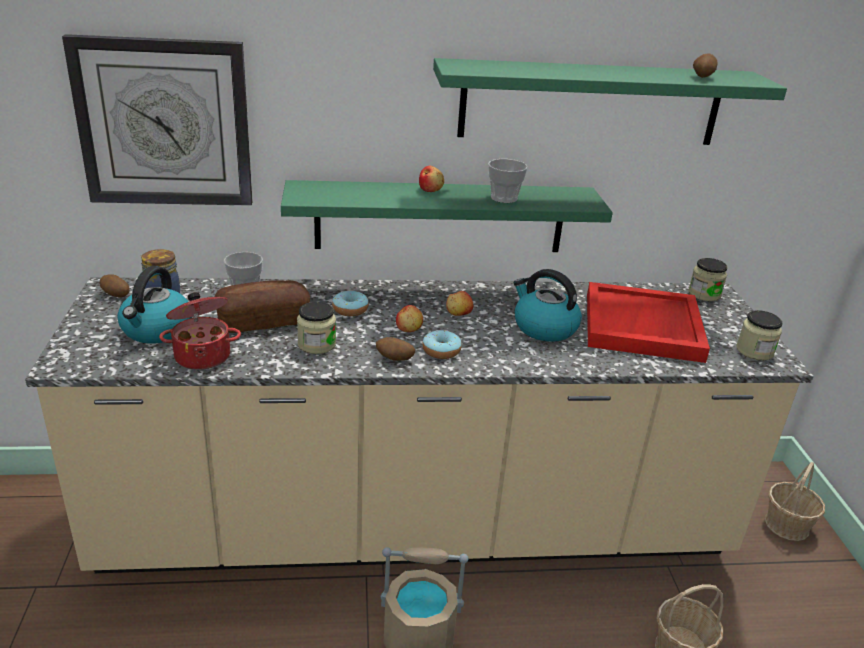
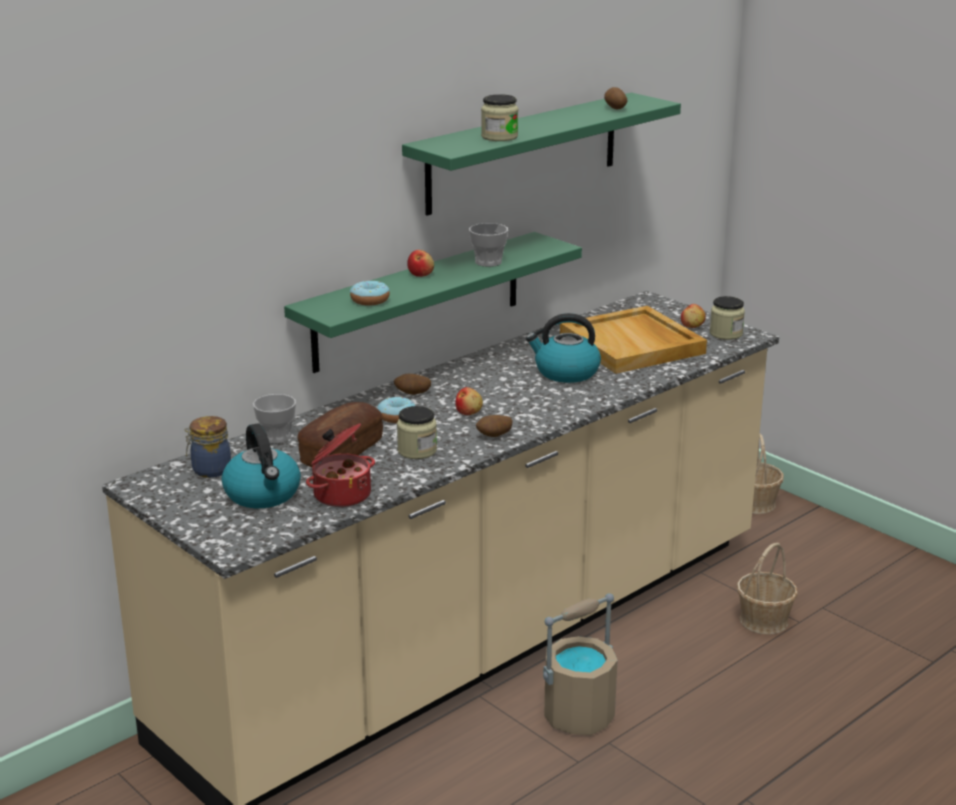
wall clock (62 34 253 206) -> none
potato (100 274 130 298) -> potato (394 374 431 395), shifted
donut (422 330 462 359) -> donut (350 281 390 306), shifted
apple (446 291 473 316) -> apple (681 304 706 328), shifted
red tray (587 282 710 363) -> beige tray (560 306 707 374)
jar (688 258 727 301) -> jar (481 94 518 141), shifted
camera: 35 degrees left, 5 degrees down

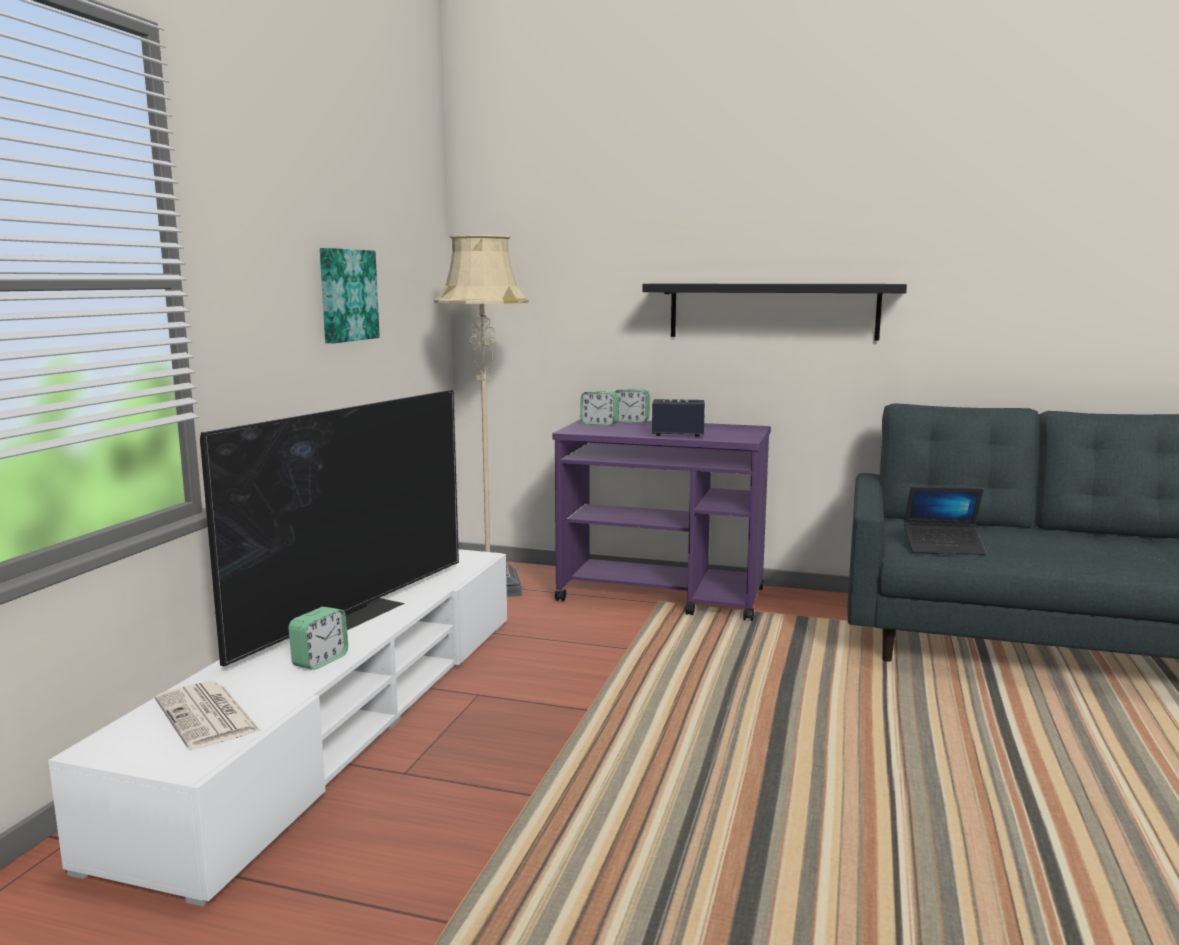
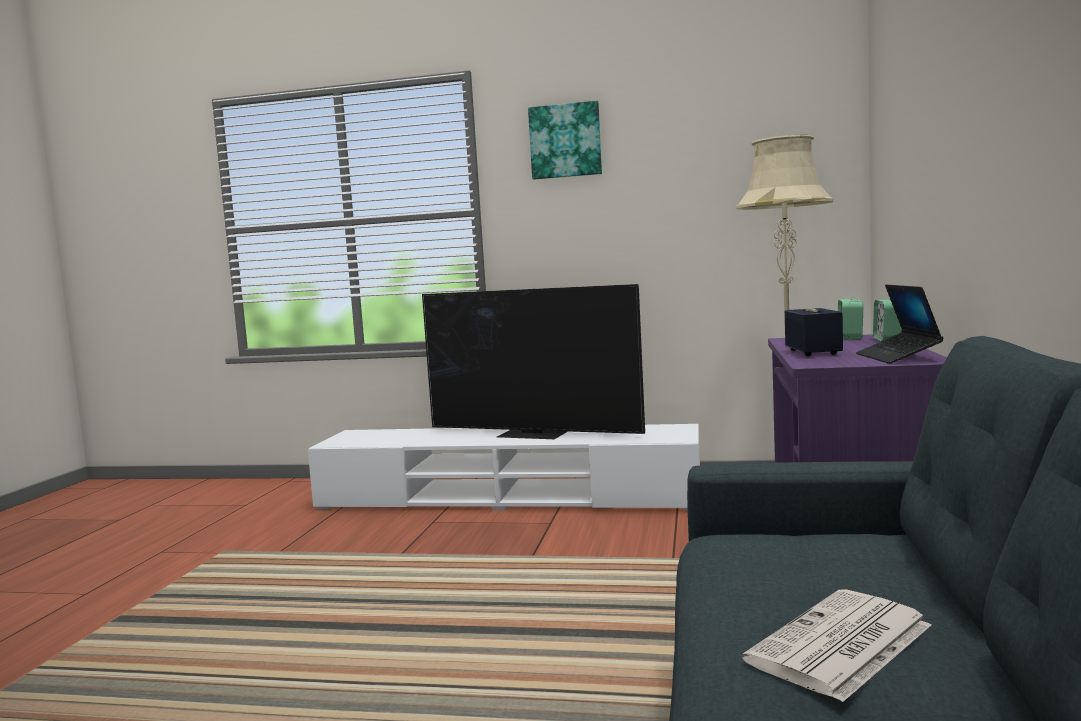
newspaper (155 681 261 750) -> newspaper (742 589 931 702), shifted
alarm clock (288 607 348 670) -> none
picture (320 248 380 343) -> picture (528 101 602 179), shifted
black shelf (642 284 907 341) -> none
laptop (904 487 986 555) -> laptop (856 285 943 364), shifted
camera: 85 degrees right, 5 degrees down

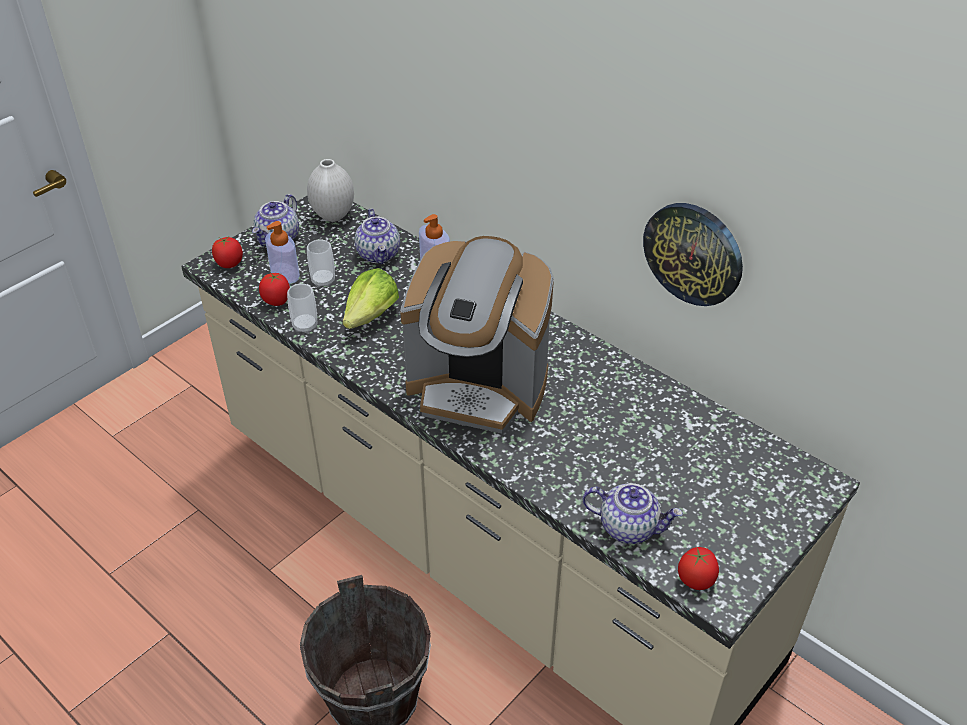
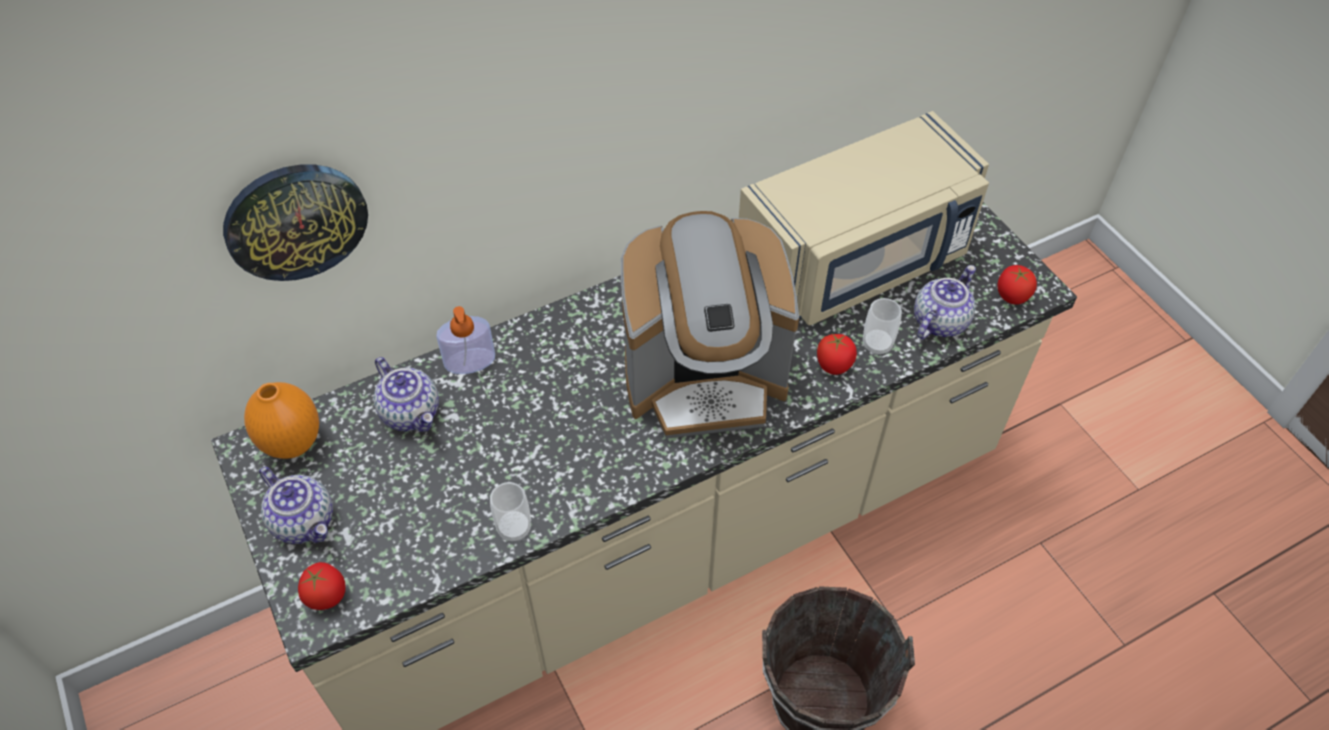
tomato (259 273 290 306) -> tomato (817 333 857 375), shifted
soap dispenser (265 221 300 283) -> none
white vase (307 159 354 222) -> orange vase (244 382 319 459)
cup (307 239 335 287) -> cup (863 298 902 355), shifted
lettuce (342 268 399 329) -> none
teapot (355 209 400 264) -> teapot (374 357 439 432), 45 degrees clockwise
coffee machine (400 236 554 433) -> coffee machine (621 211 799 439), 45 degrees clockwise
wall clock (643 203 743 306) -> wall clock (223 165 368 281), shifted
none -> beige microwave (739 111 989 325)
camera: 70 degrees left, 10 degrees up

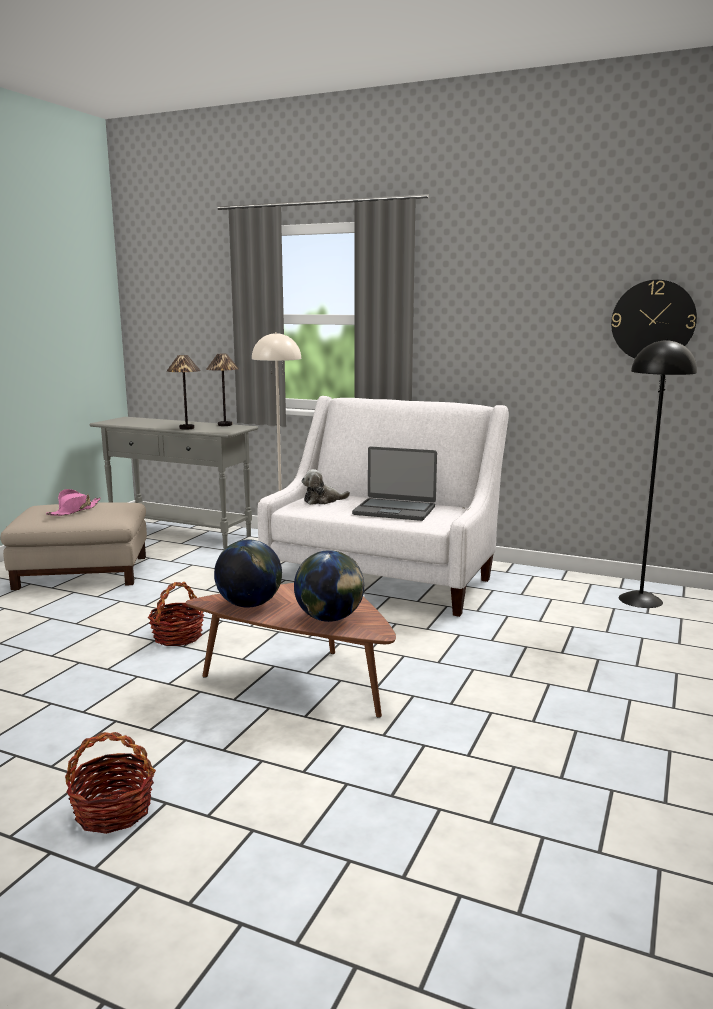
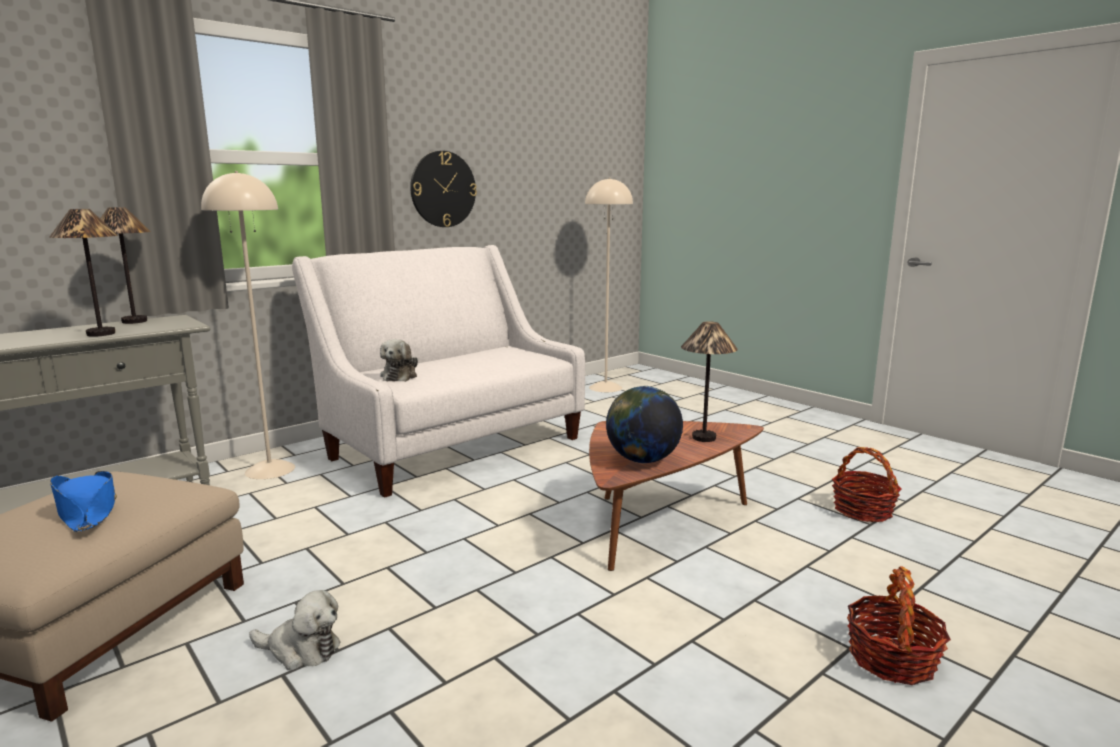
pink hat (46 489 101 516) -> blue hat (50 471 117 532)
basket (148 582 204 646) -> basket (832 447 902 522), shifted
globe (294 550 364 622) -> table lamp (681 322 738 442)
laptop (352 447 437 521) -> none
wall clock (611 280 697 358) -> wall clock (410 151 477 227), shifted
black floor lamp (619 339 697 608) -> beige floor lamp (585 178 633 392)
none -> plush toy (249 590 341 671)
camera: 65 degrees left, 0 degrees up

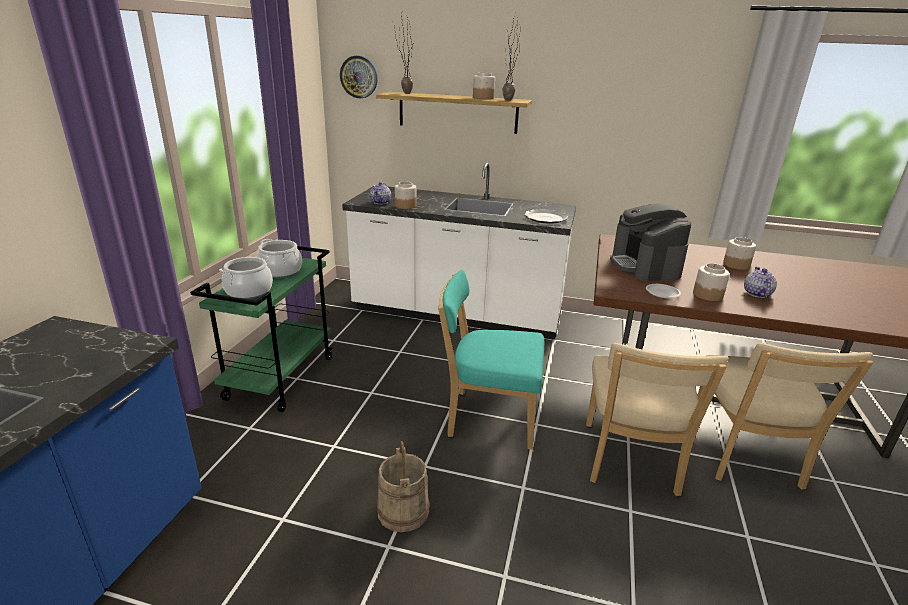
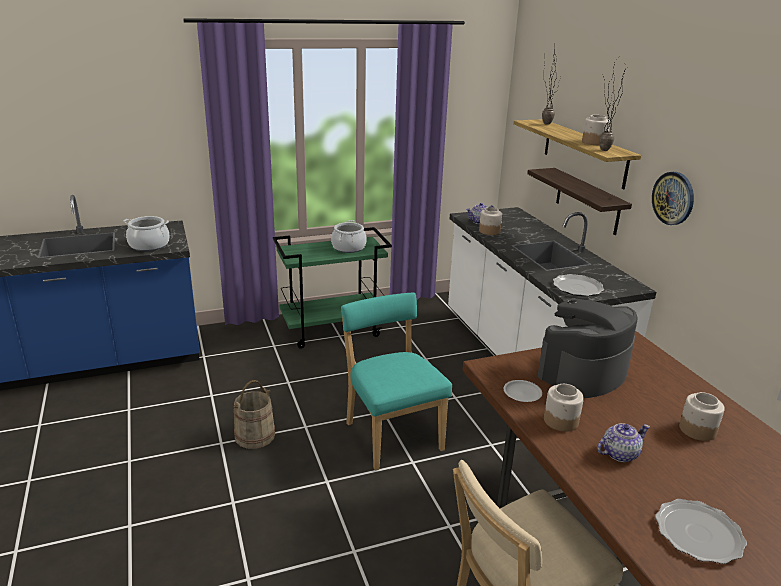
cooking pot (219 255 273 299) -> cooking pot (123 216 169 251), shifted
wall clock (340 56 378 98) -> wall clock (652 172 694 225), shifted
beige chair (586 343 729 496) -> none
none -> shelf (527 168 632 235)
none -> plate (655 499 747 564)
camera: 55 degrees right, 0 degrees up

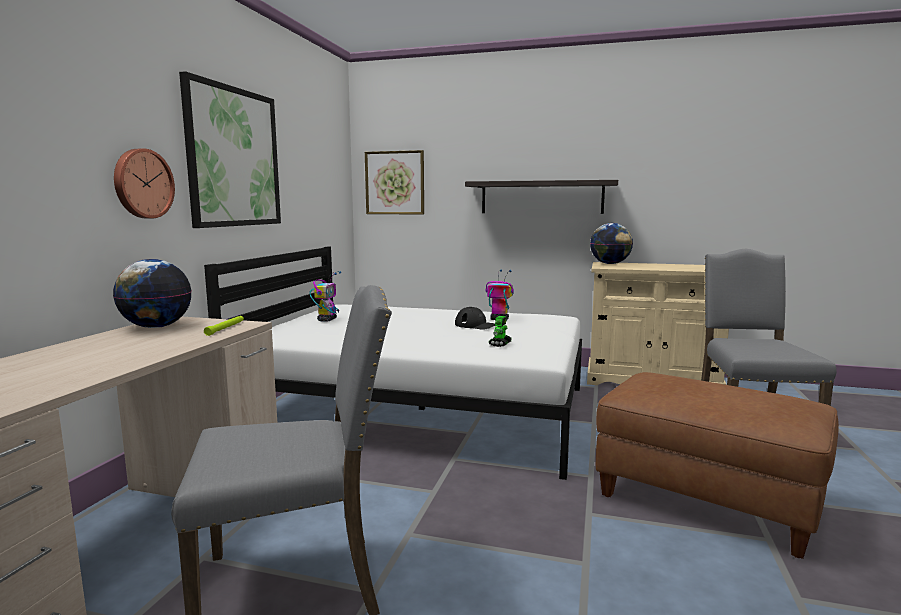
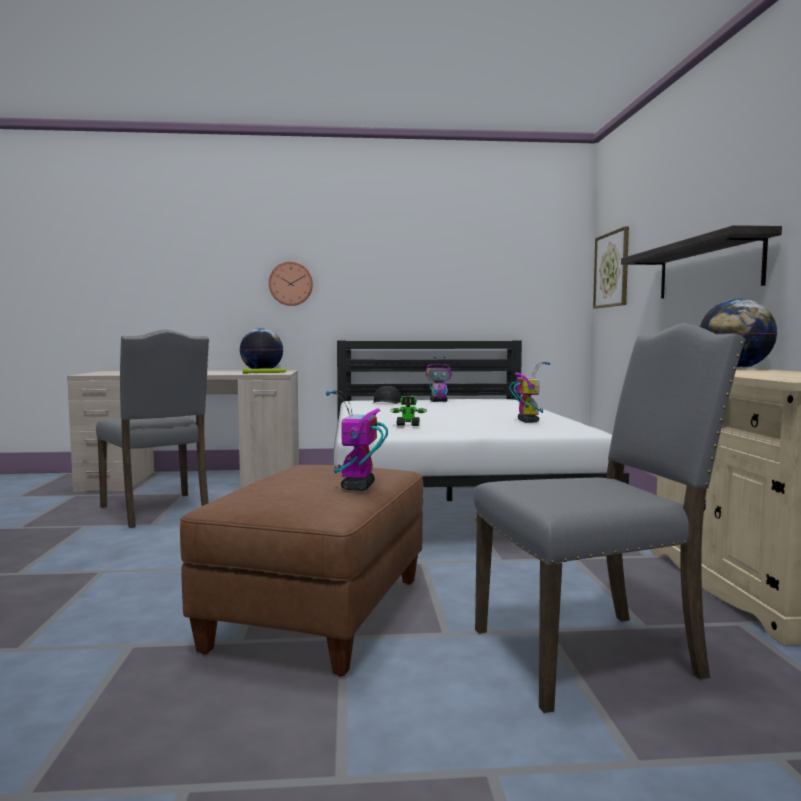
picture (179 71 281 228) -> none
black cap (455 307 495 330) -> black cap (372 385 402 404), shifted
none -> toy robot (326 390 388 491)
camera: 70 degrees right, 5 degrees down

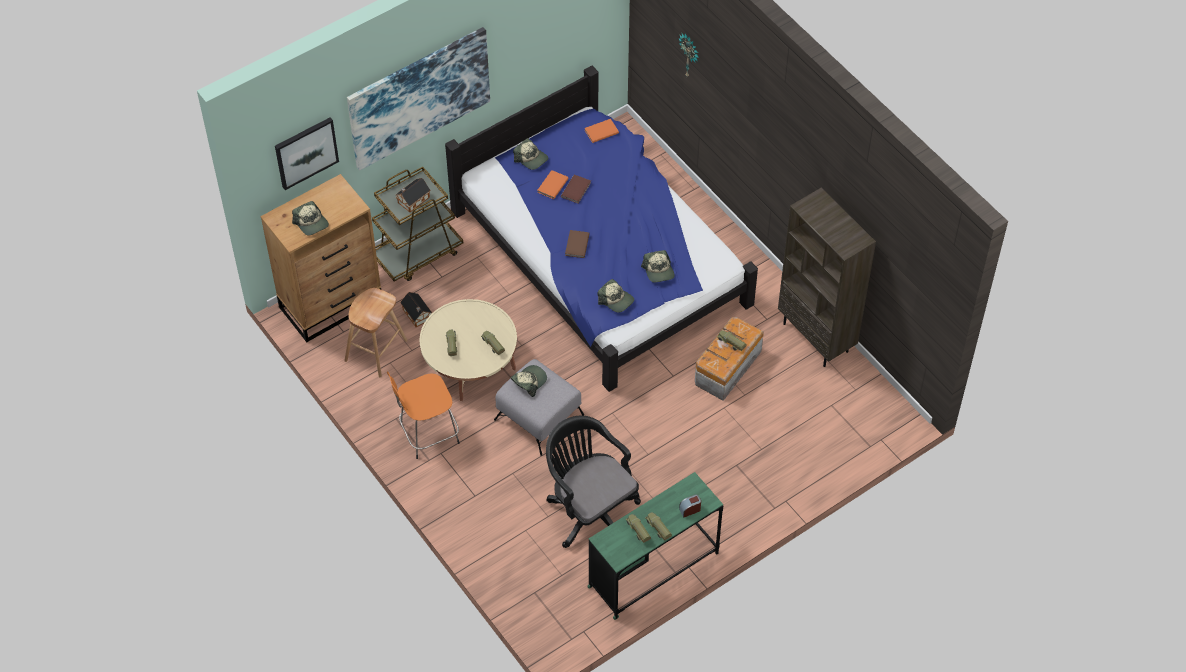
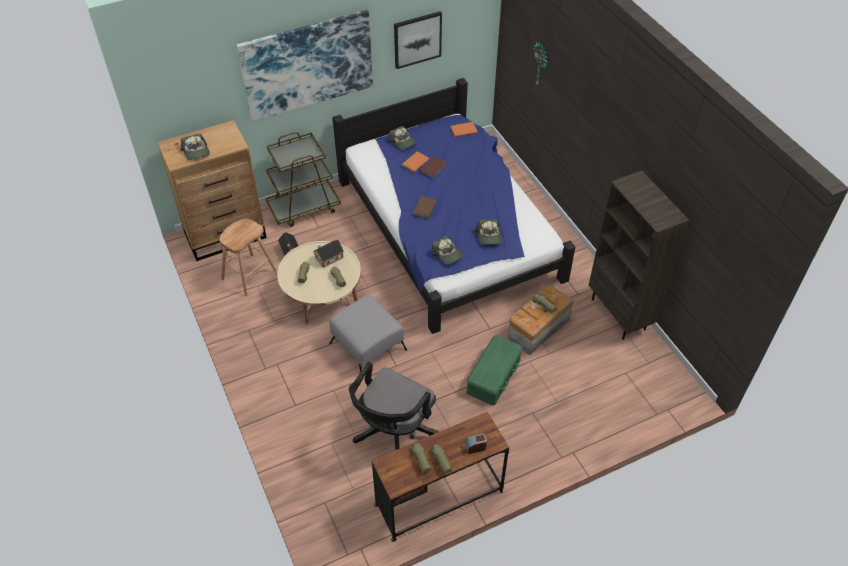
picture (275 117 339 190) -> picture (394 12 442 69), shifted
orange stool (387 372 460 459) -> none
toy house (396 178 431 212) -> toy house (314 240 344 268), shifted
cap (511 365 547 397) -> none
black office chair (546 416 641 548) -> black office chair (349 362 439 450), 120 degrees counterclockwise
green desk (587 472 723 620) -> brown desk (371 412 509 542)
none -> green storage box (466 336 522 405)
camera: 10 degrees right, 5 degrees down

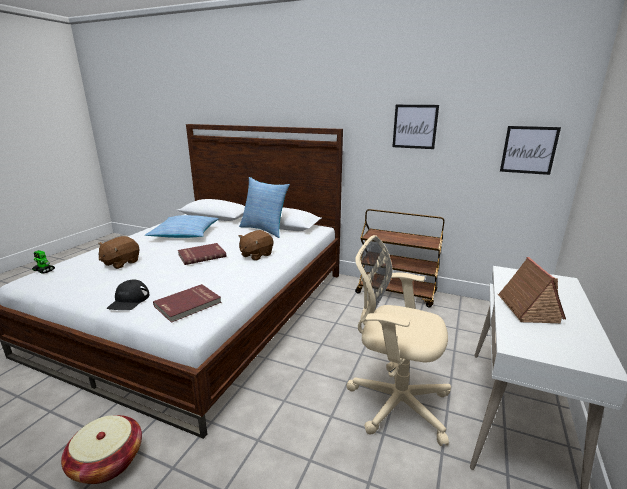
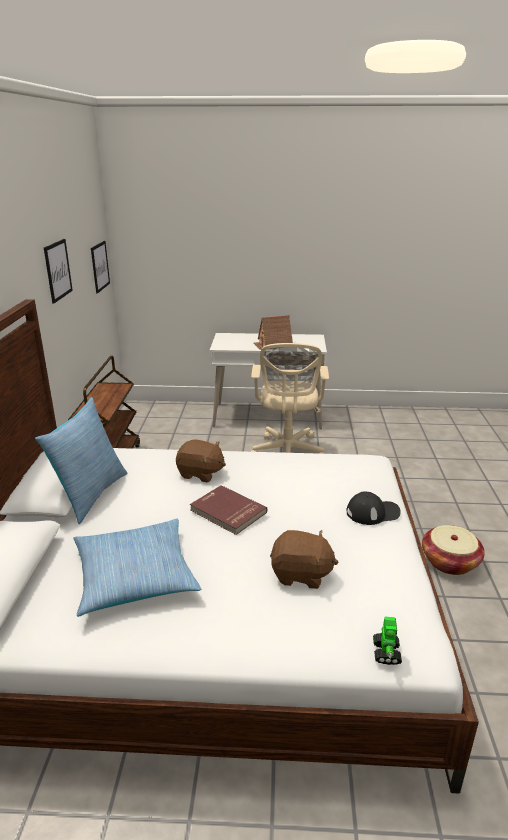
red book (153 284 222 323) -> none
camera: 110 degrees left, 5 degrees up

